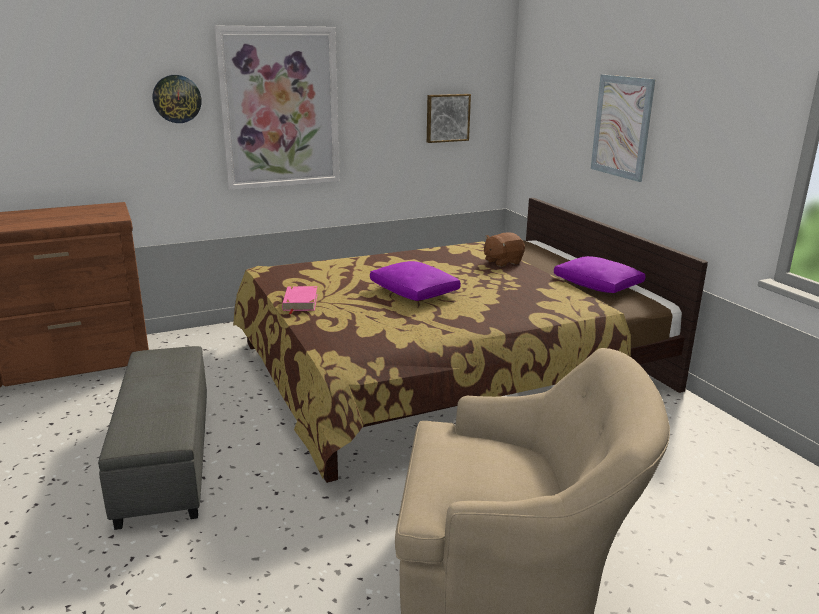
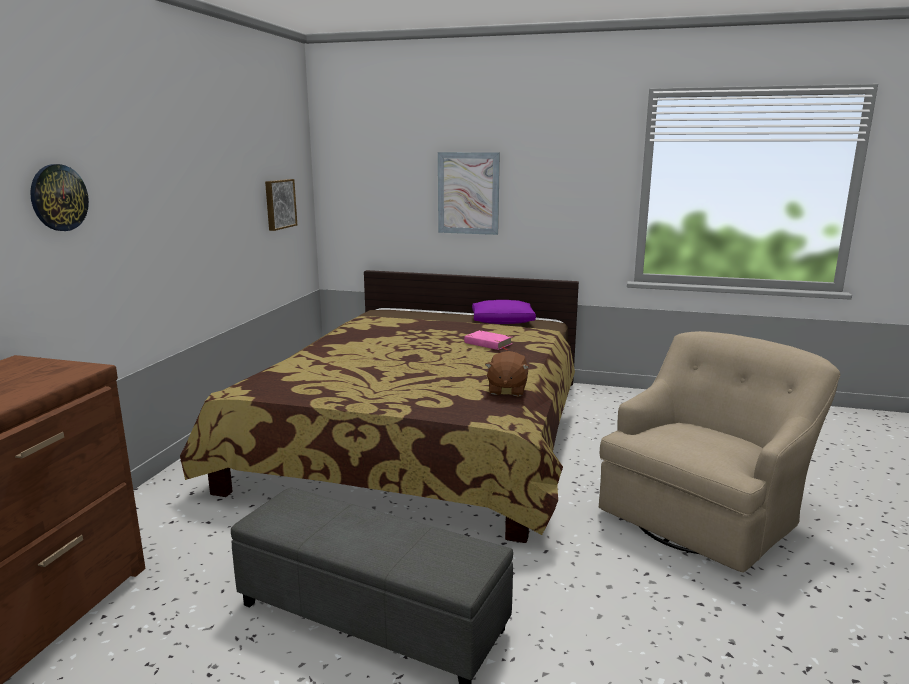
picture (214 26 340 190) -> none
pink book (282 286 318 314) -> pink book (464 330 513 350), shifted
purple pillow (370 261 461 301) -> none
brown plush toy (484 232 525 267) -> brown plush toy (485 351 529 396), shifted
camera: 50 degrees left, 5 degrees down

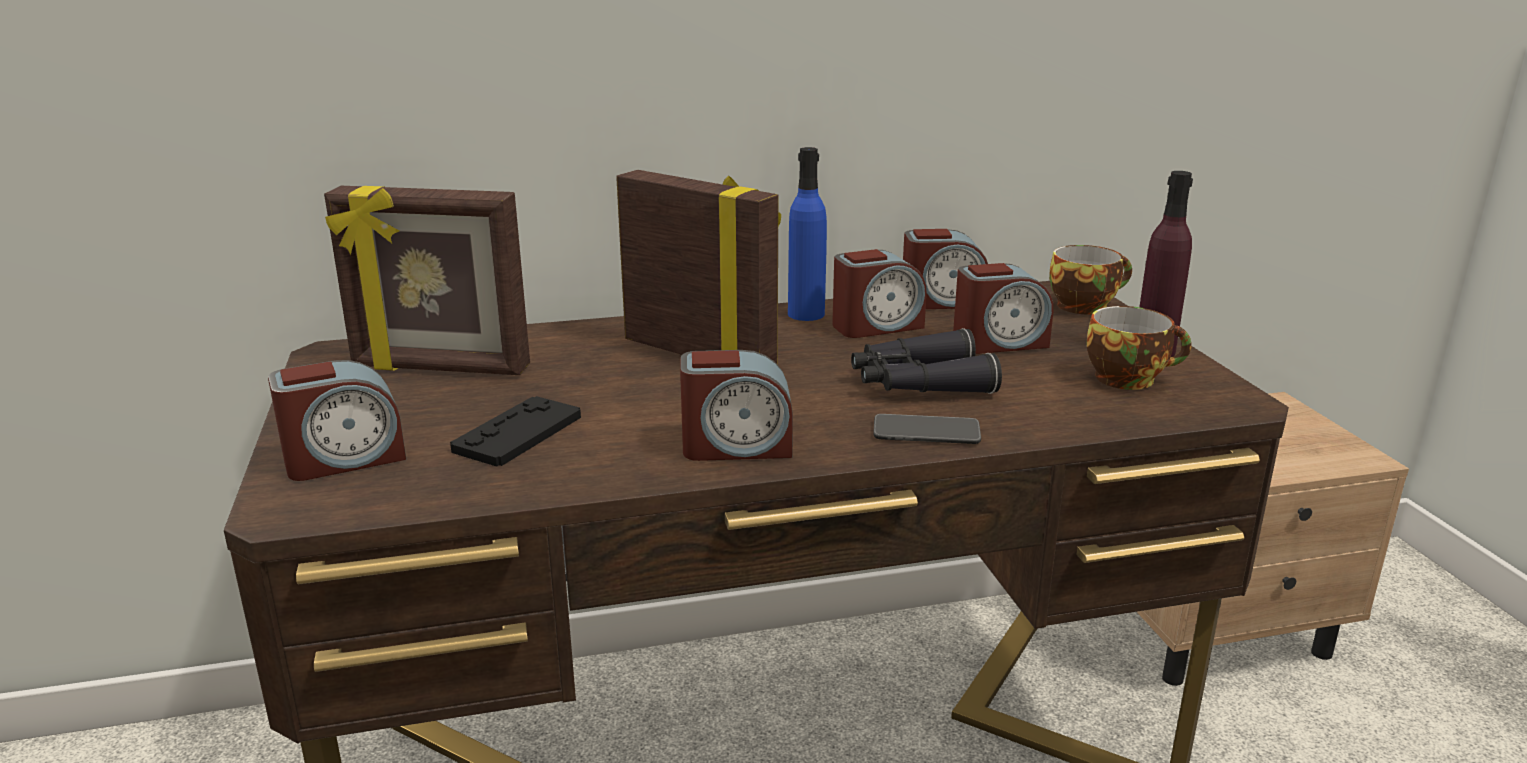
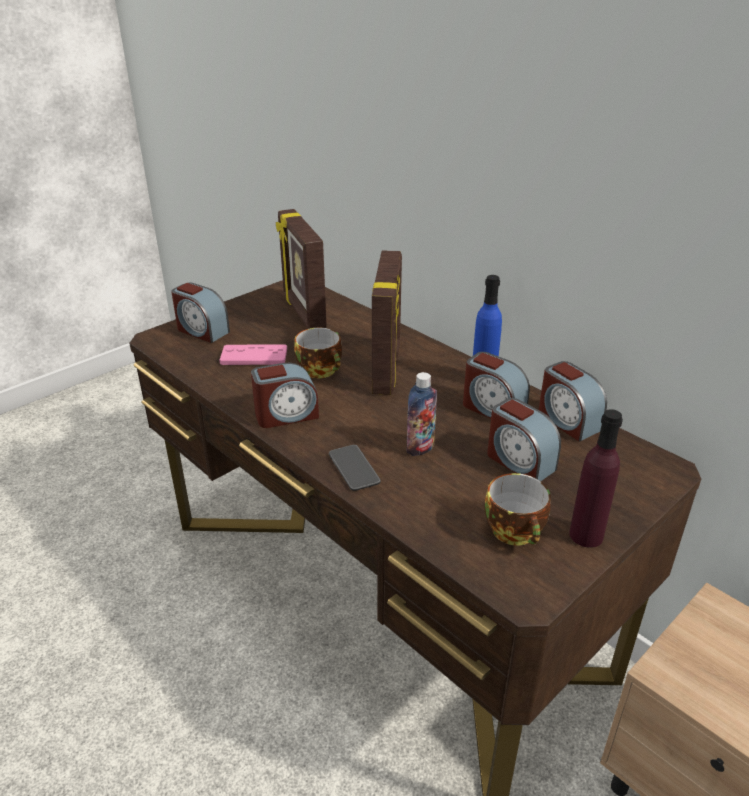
black game controller (450 396 581 467) -> pink game controller (220 344 287 365)
alarm clock (680 350 793 461) -> alarm clock (251 363 319 428), 75 degrees counterclockwise
black binoculars (851 328 1002 394) -> bottle (407 372 437 456)
cup (1049 245 1132 314) -> cup (294 328 342 378), shifted
camera: 60 degrees right, 10 degrees up

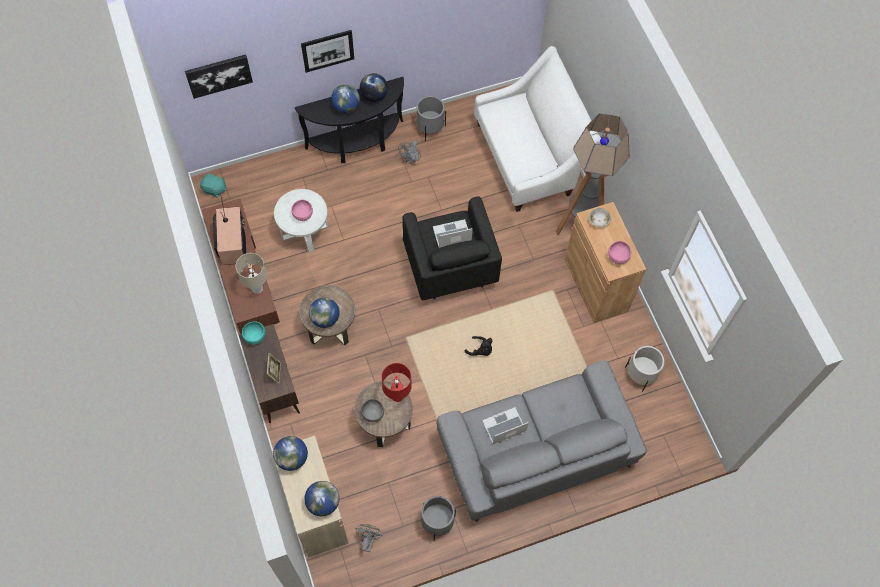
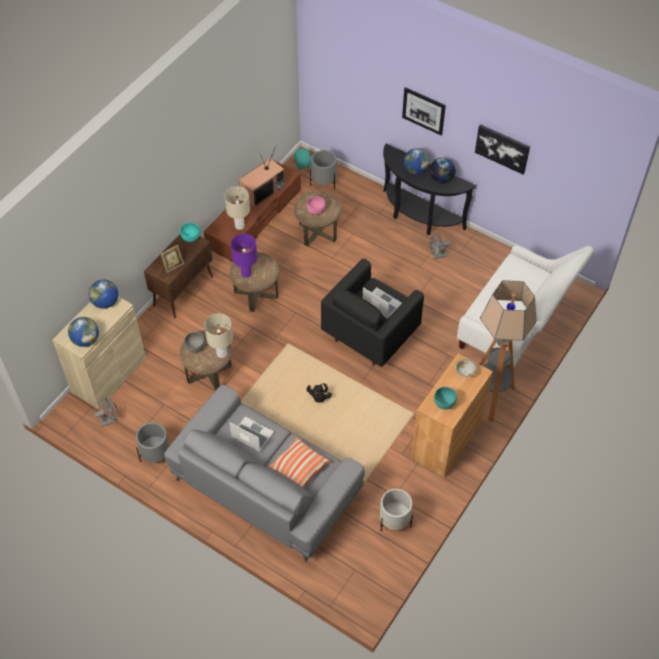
picture (185 54 253 99) -> picture (475 124 530 174), shifted
white side table (274 189 328 252) -> brown side table (294 190 341 246)
globe (309 298 340 328) -> purple table lamp (231 234 257 278)
red table lamp (381 363 412 402) -> beige table lamp (204 314 233 358)
grey planter (417 96 446 141) -> grey planter (310 150 337 190), shifted
pink bowl (608 241 631 264) -> turquoise bowl (434 387 457 410)
none -> pillow (269 437 330 488)
camera: 55 degrees right, 10 degrees down

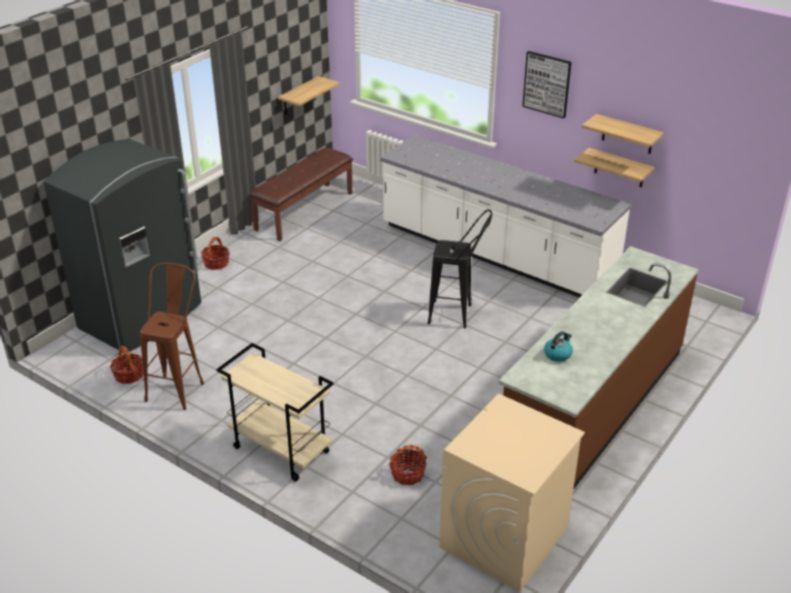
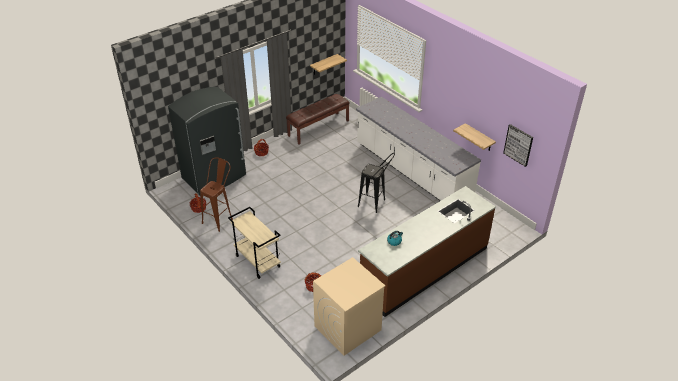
picture (522 51 572 118) -> picture (503 124 533 167), shifted
shelf (582 114 664 154) -> none
camera: 15 degrees right, 5 degrees up

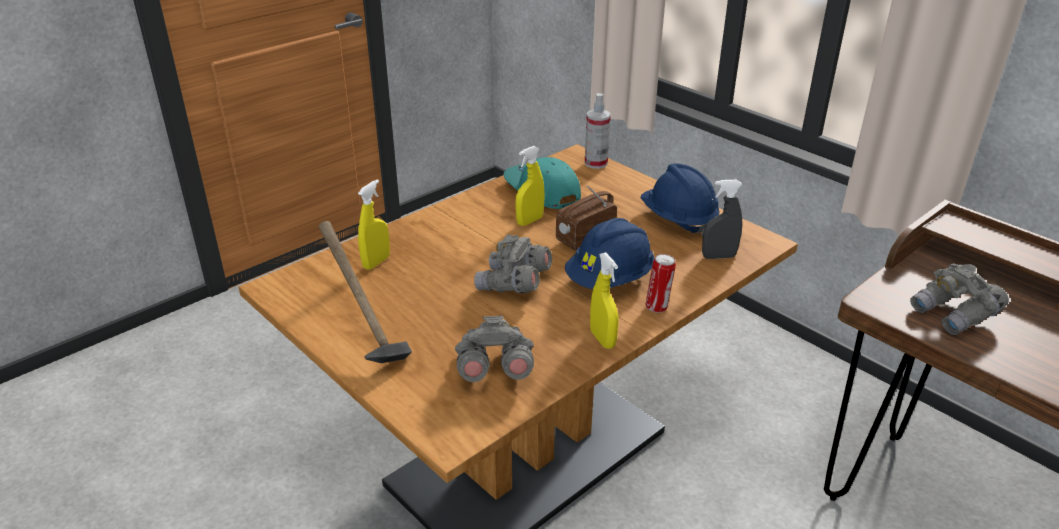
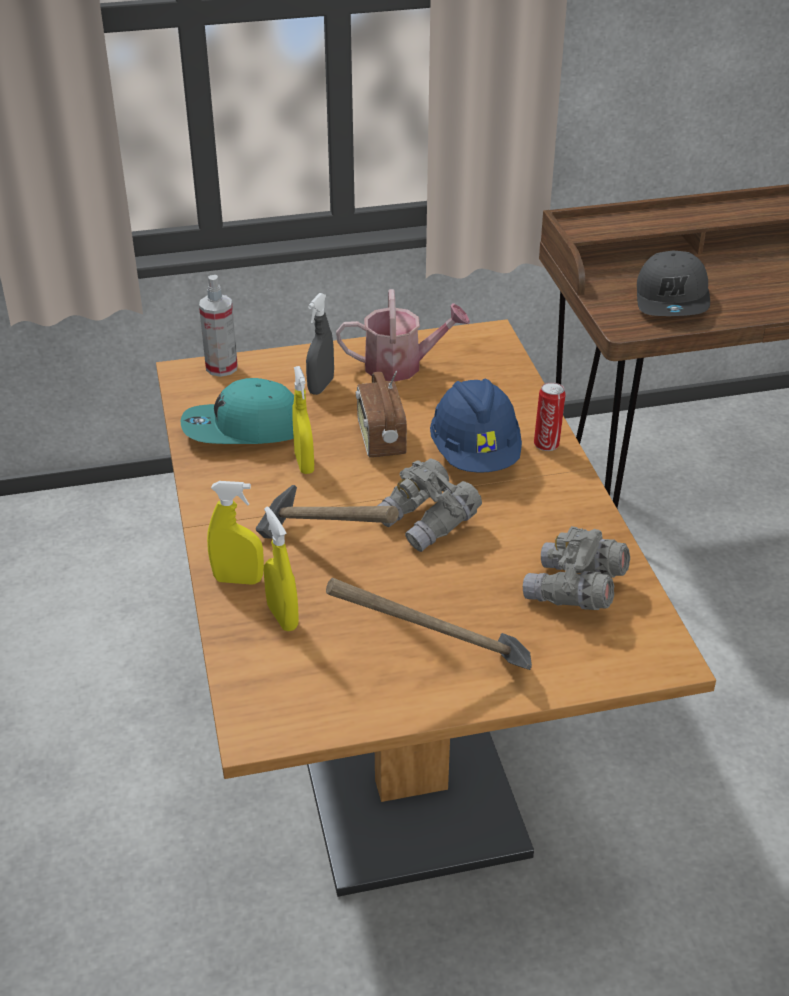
yellow spray bottle (590 252 619 349) -> yellow spray bottle (207 481 264 585), shifted
blue hard hat (640 164 720 236) -> watering can (336 289 470 381)
grey spray bottle (702 180 743 259) -> grey spray bottle (306 293 334 395), shifted
grey binoculars (910 264 1009 335) -> grey cap (637 251 710 316)
none -> hammer (256 485 399 539)
camera: 60 degrees left, 5 degrees up

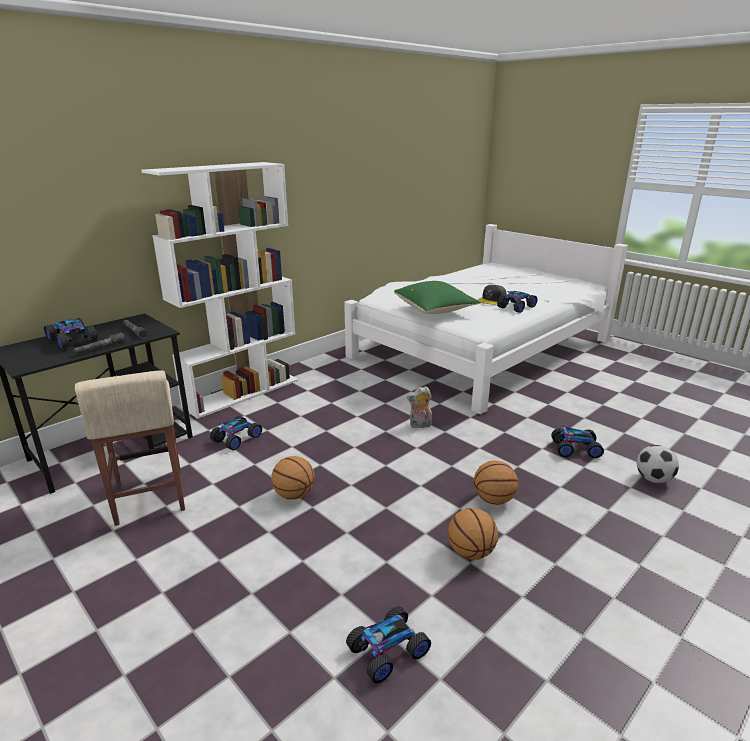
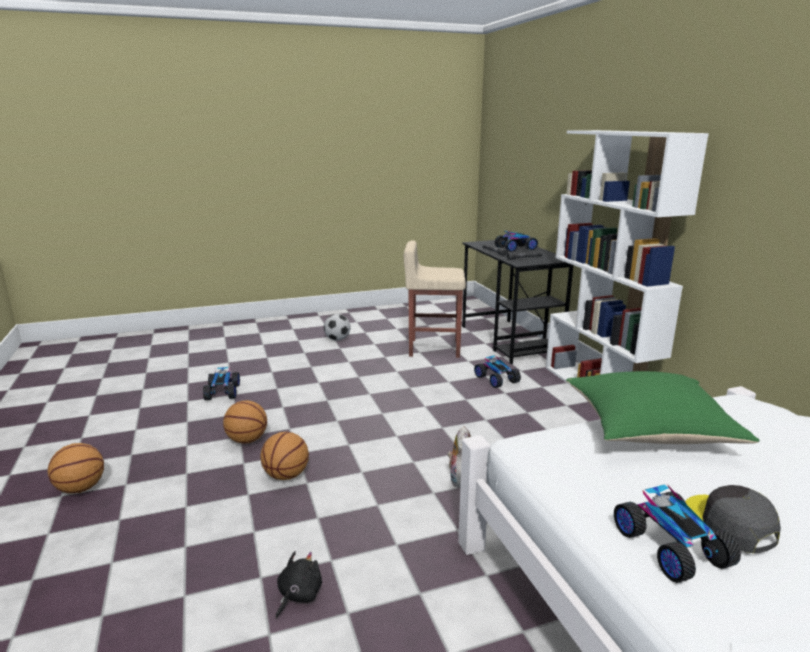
basketball (271 456 315 500) -> basketball (48 443 104 494), shifted
toy car (551 426 604 458) -> black plush toy (276 551 322 619)
football (637 445 679 483) -> football (324 314 351 341), shifted
camera: 115 degrees right, 5 degrees down

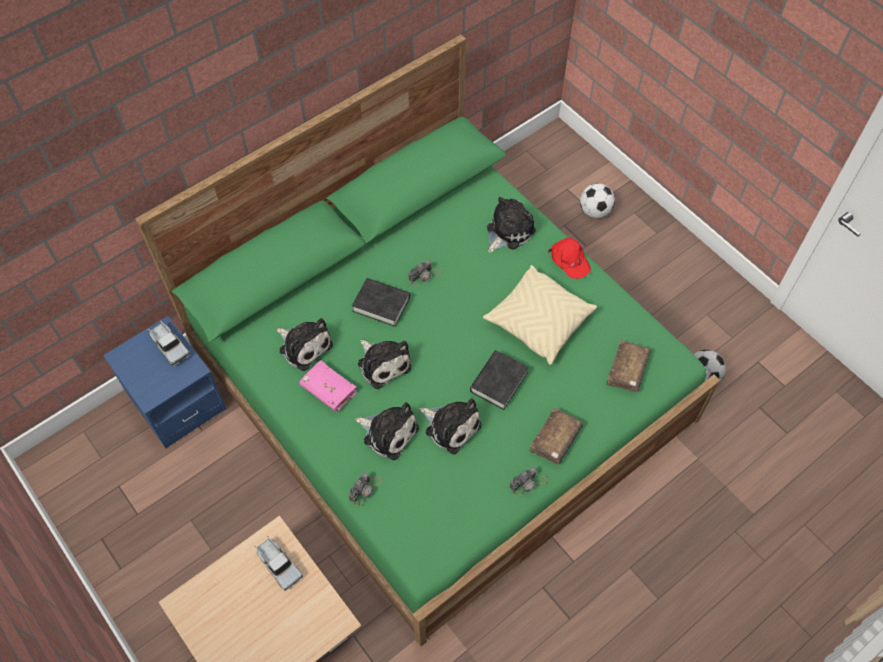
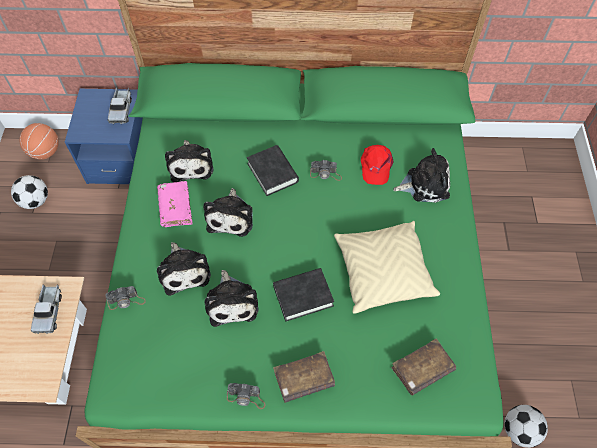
red cap (548 238 591 279) -> red cap (361 145 394 185), shifted
football (580 183 615 218) -> football (11 175 48 209), shifted
none -> basketball (19 123 59 159)
camera: 40 degrees right, 0 degrees up

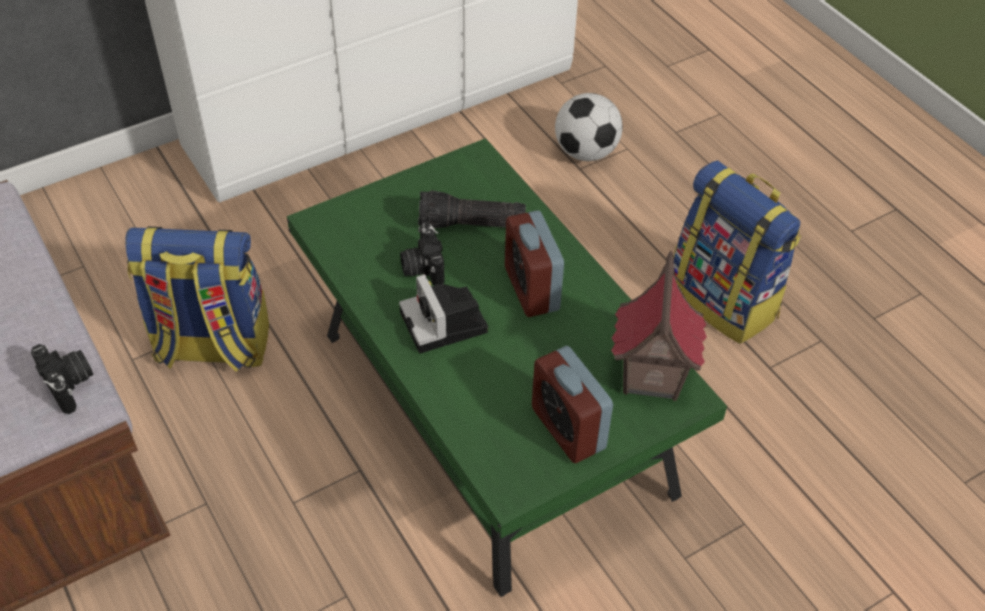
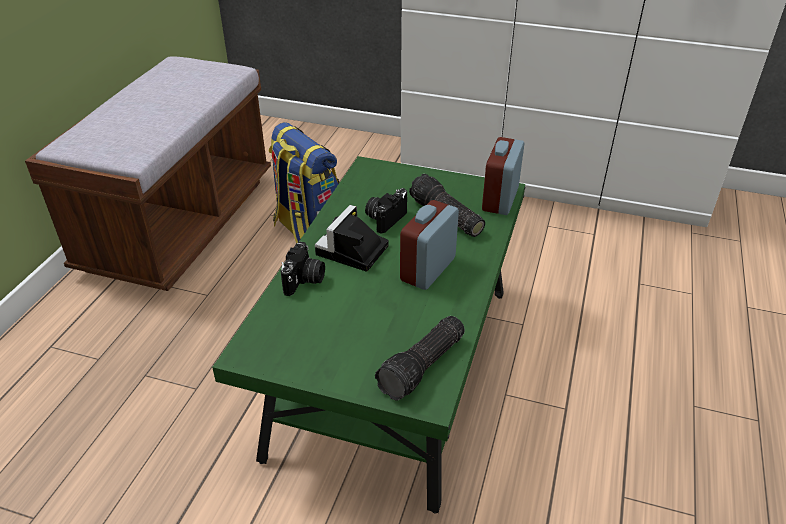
photo camera (31 344 93 414) -> photo camera (281 242 325 296), shifted
alarm clock (532 346 613 463) -> alarm clock (482 137 524 215), shifted
football (555 93 623 161) -> none
toy house (611 251 707 401) -> flashlight (375 316 465 400)
backpack (674 161 801 344) -> none
camera: 50 degrees right, 10 degrees down

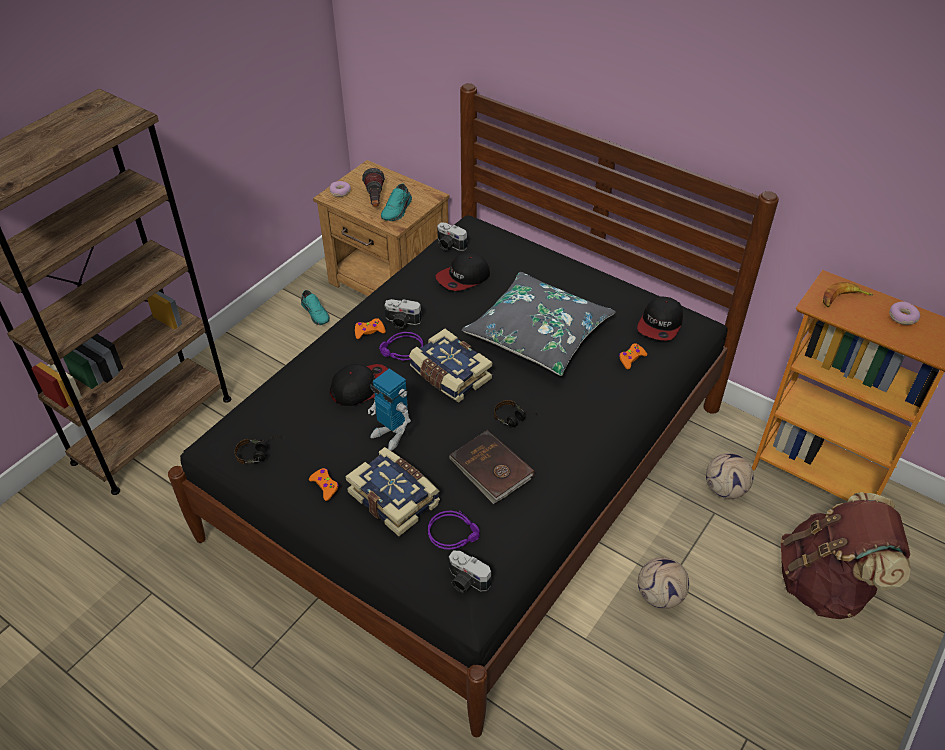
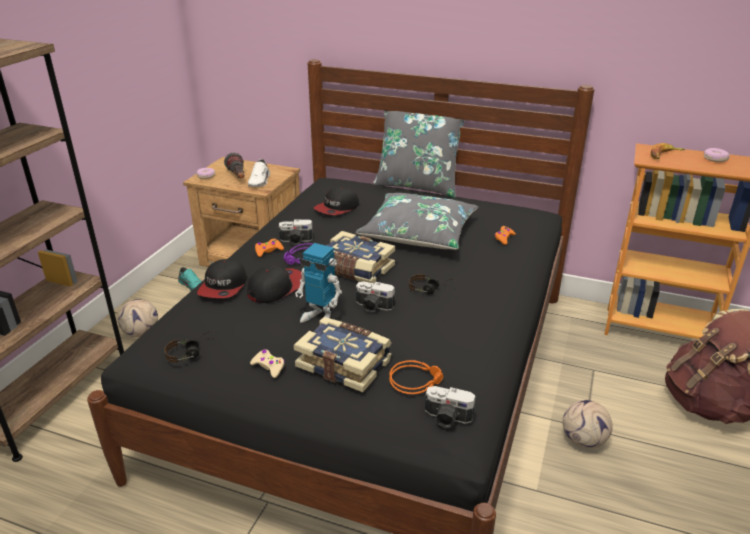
orange game controller (309 468 339 501) -> beige game controller (250 349 285 378)
turquoise shoe (381 184 412 221) -> white shoe (248 159 270 187)
purple headphones (428 511 480 550) -> orange headphones (390 360 443 394)
photo camera (437 223 467 251) -> photo camera (356 282 395 313), shifted
brown book (449 430 535 504) -> none
cap (637 296 683 341) -> cap (197 259 247 298), shifted
football (706 453 754 499) -> football (118 299 158 337), shifted
none -> grey pillow (373 111 465 198)
camera: 15 degrees left, 15 degrees down

